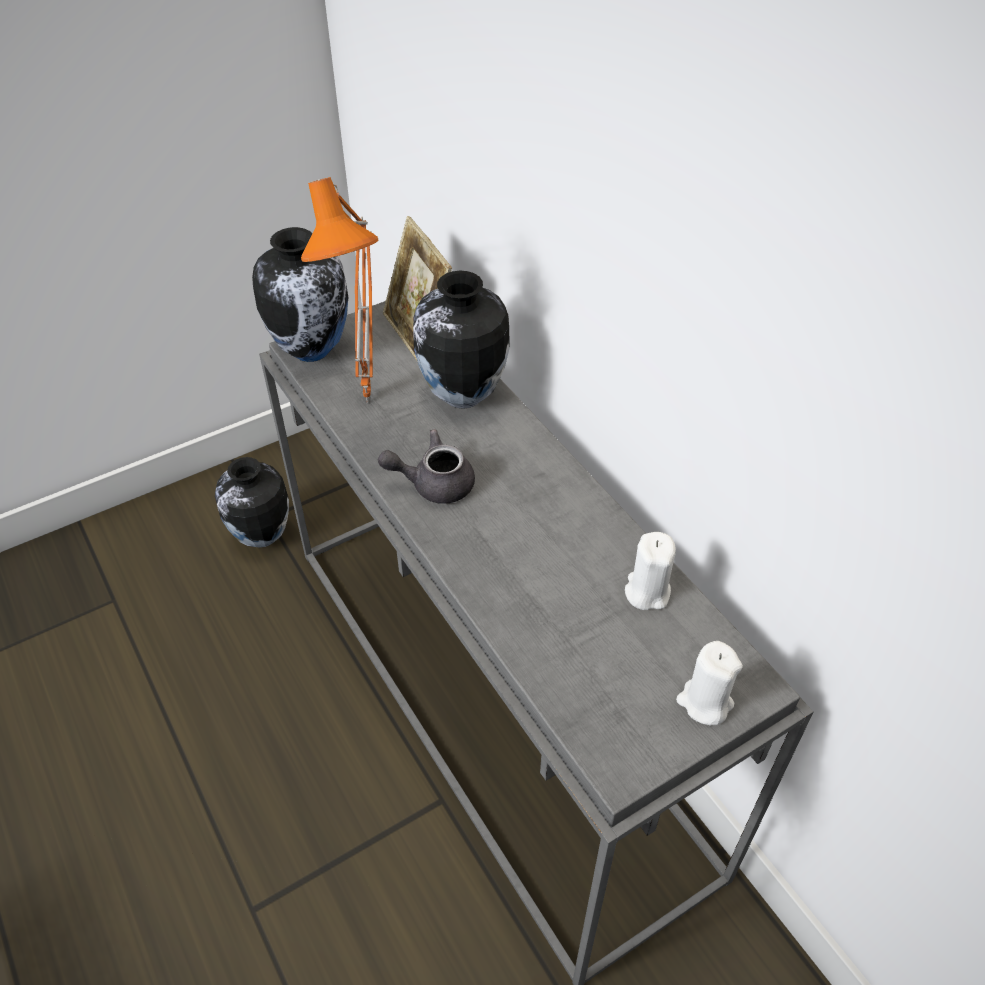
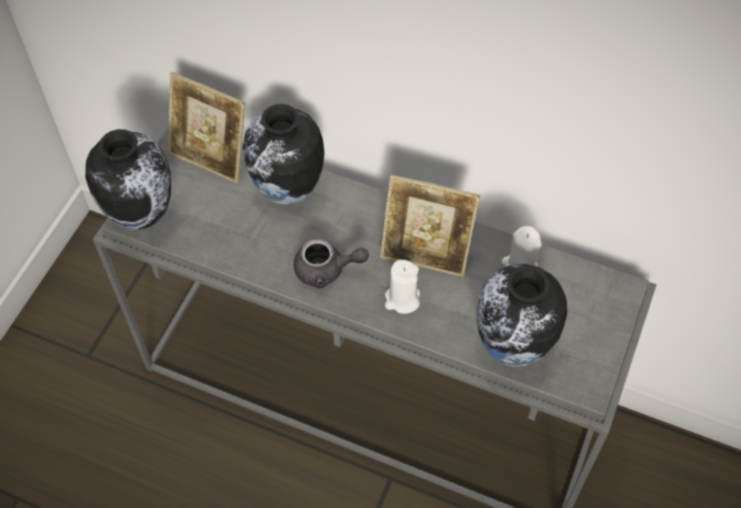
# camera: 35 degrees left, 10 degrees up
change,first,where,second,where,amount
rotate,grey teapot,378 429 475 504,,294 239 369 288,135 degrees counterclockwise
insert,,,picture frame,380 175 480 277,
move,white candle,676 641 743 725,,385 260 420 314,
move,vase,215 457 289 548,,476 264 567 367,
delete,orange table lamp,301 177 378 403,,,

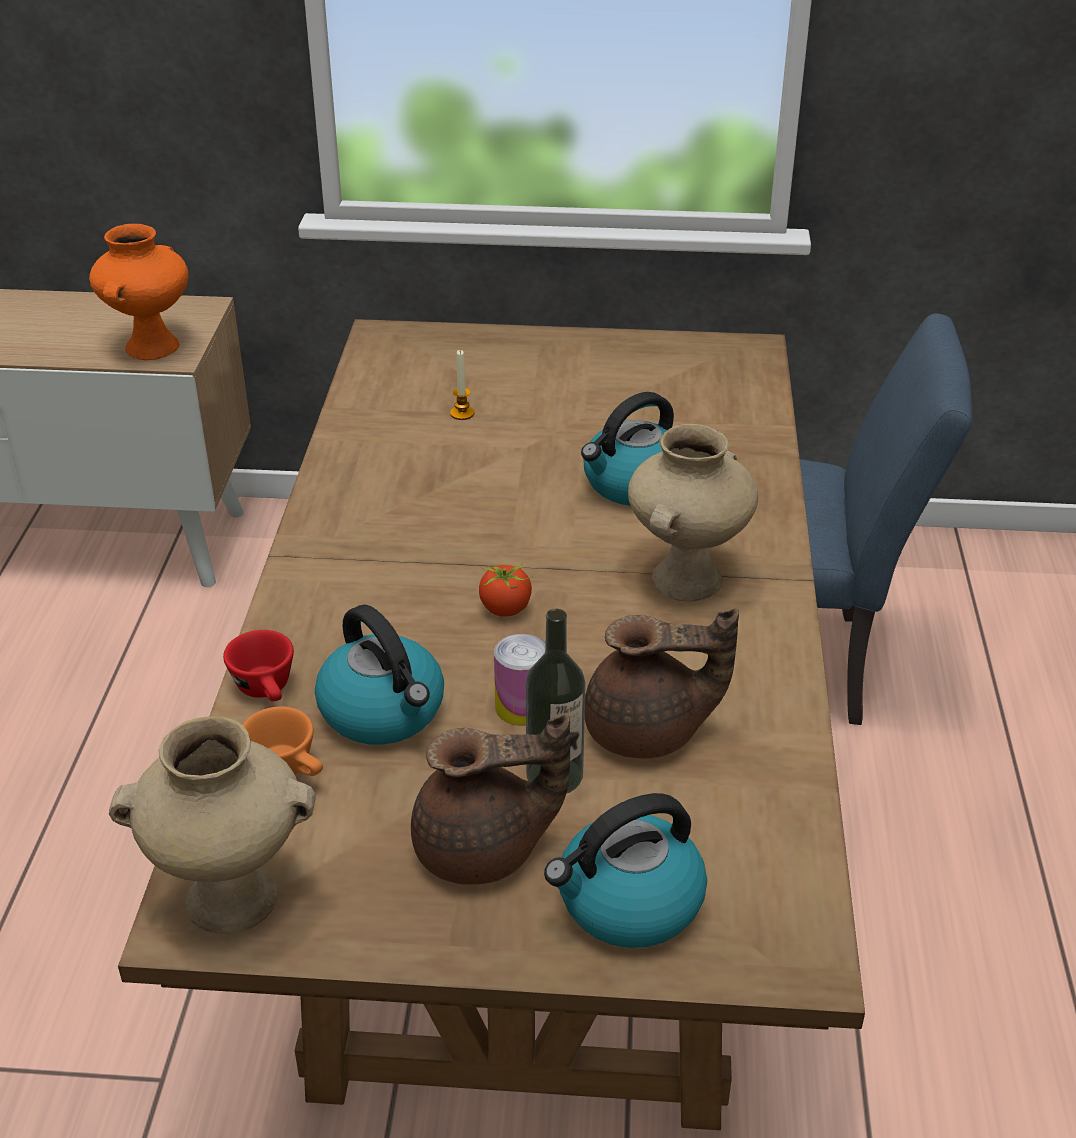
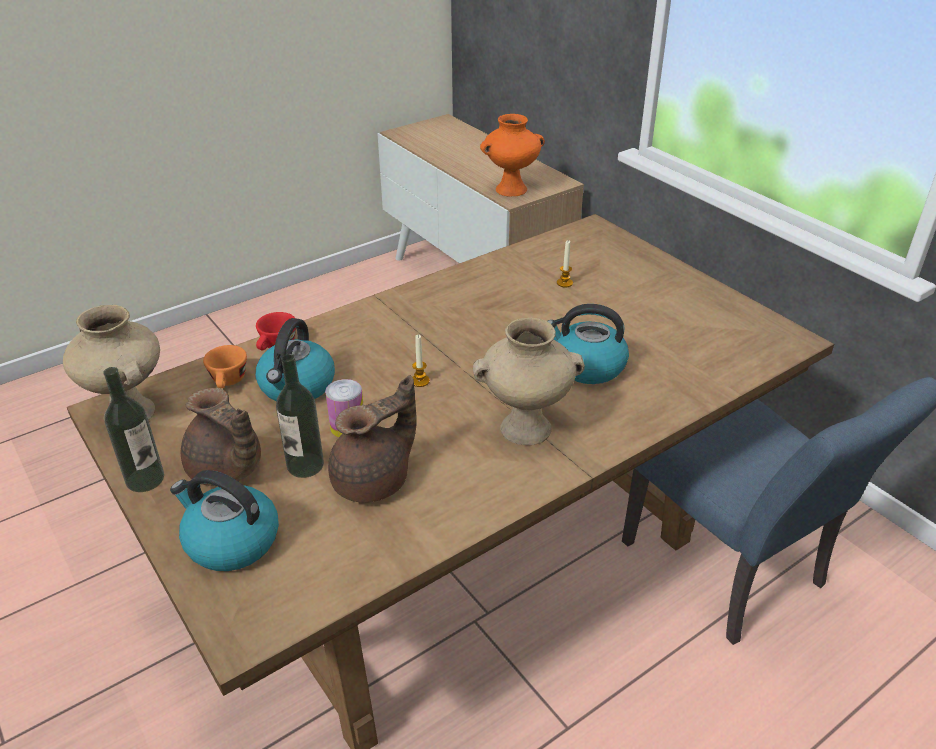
# camera: 50 degrees right, 0 degrees up
change,first,where,second,where,amount
insert,,,bottle,103 367 164 492,
rotate,brown teapot,585 608 739 759,,328 375 417 503,90 degrees counterclockwise
replace,tomato,479 562 533 617,candle,412 335 430 387,

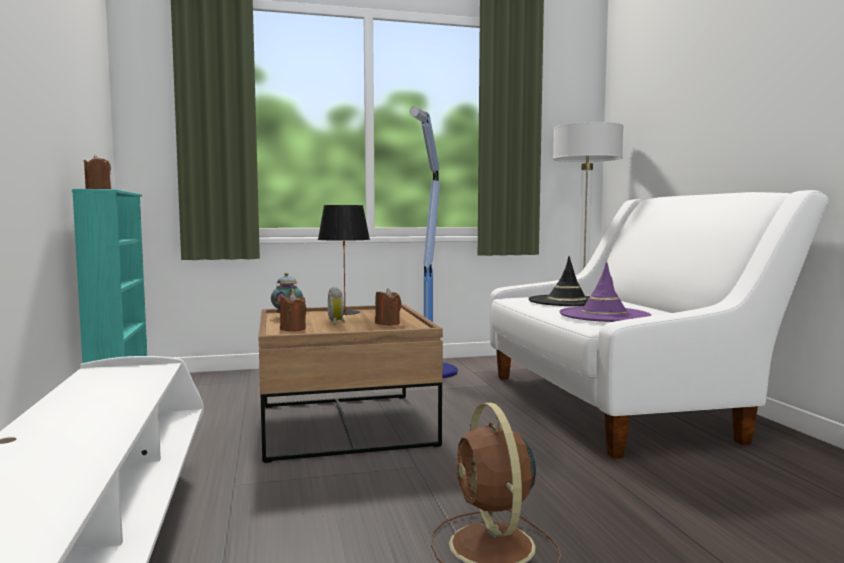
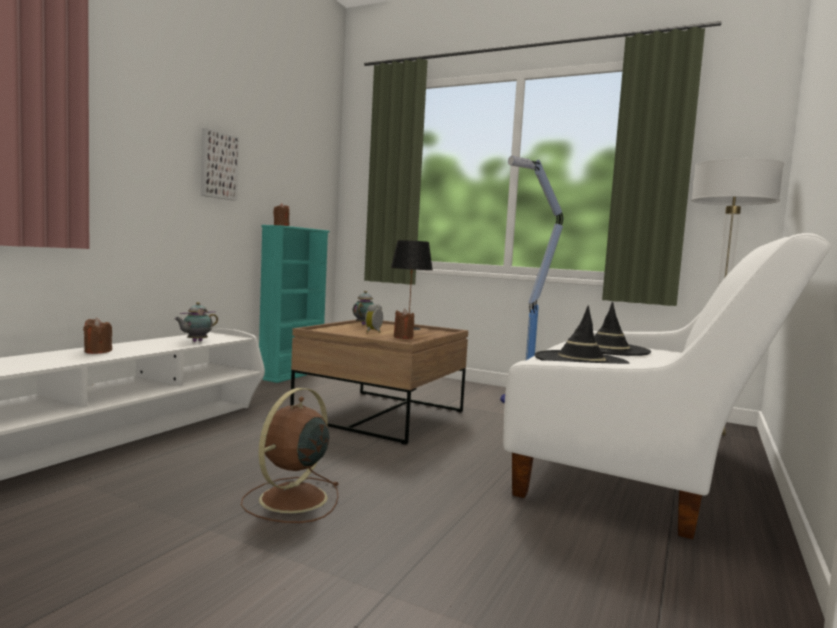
# camera: 40 degrees right, 0 degrees up
change,first,where,second,where,amount
move,brown candle,280 292 307 331,,83 318 112 354,
insert,,,teapot,174 302 218 342,
insert,,,picture,201 128 239 201,
recolor,purple hat,559 262 651 322,black hat,535 306 630 364,

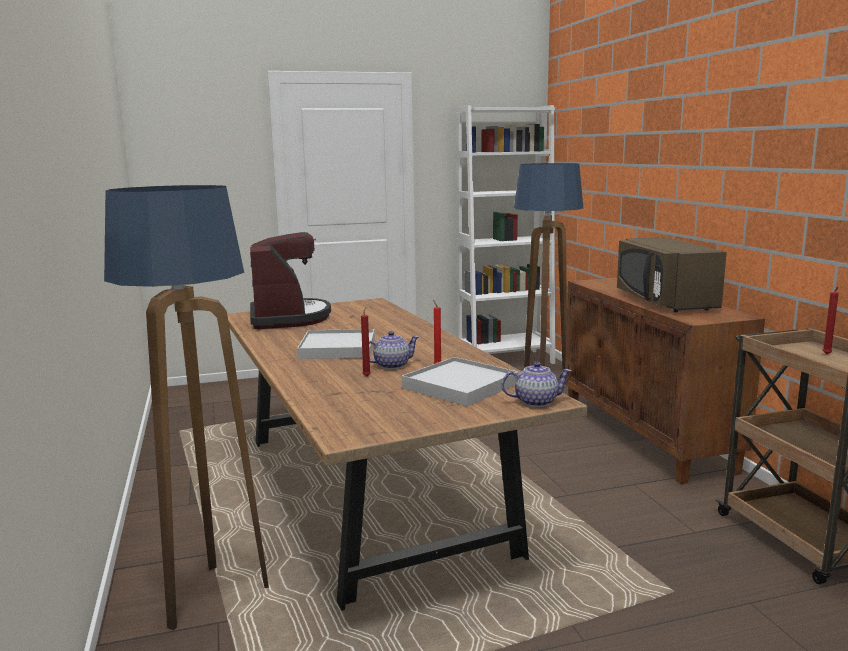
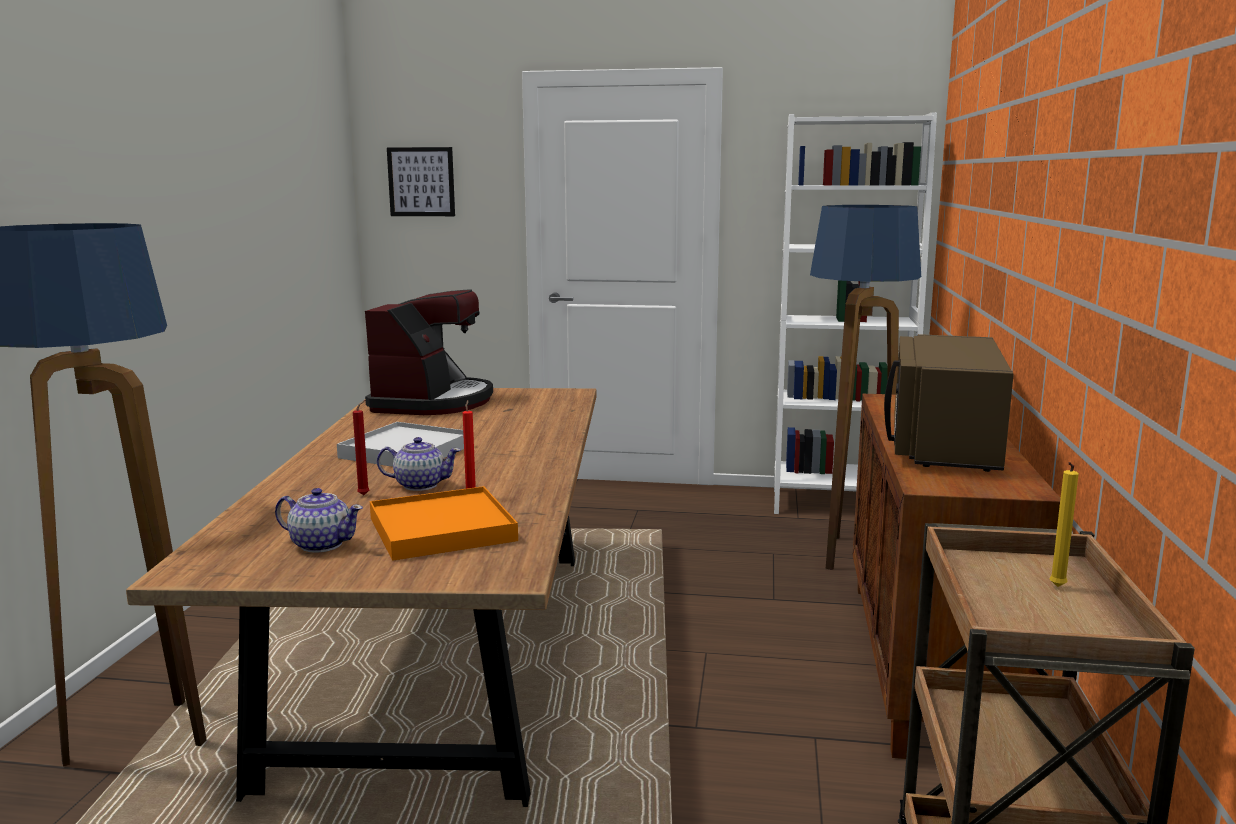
# camera: 25 degrees right, 0 degrees up
change,first,where,second,where,amount
move,teapot,502 362 572 407,,275 488 363 553,
recolor,white tray,402 357 519 406,orange tray,370 486 518 561,
insert,,,picture,387 147 455 216,
recolor,red candle,822 287 839 354,yellow candle,1050 462 1079 587,

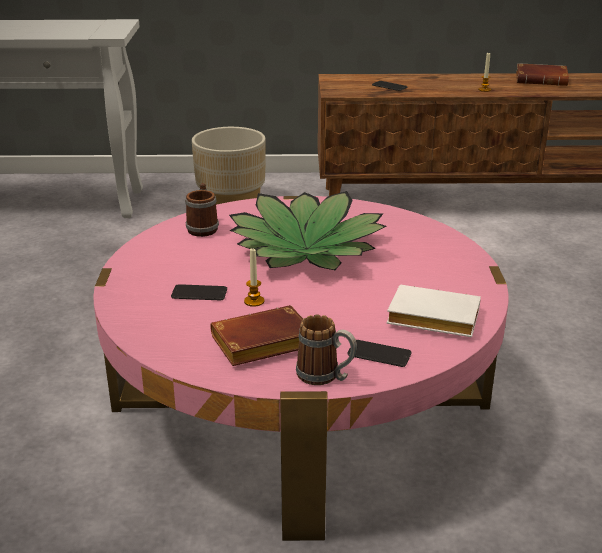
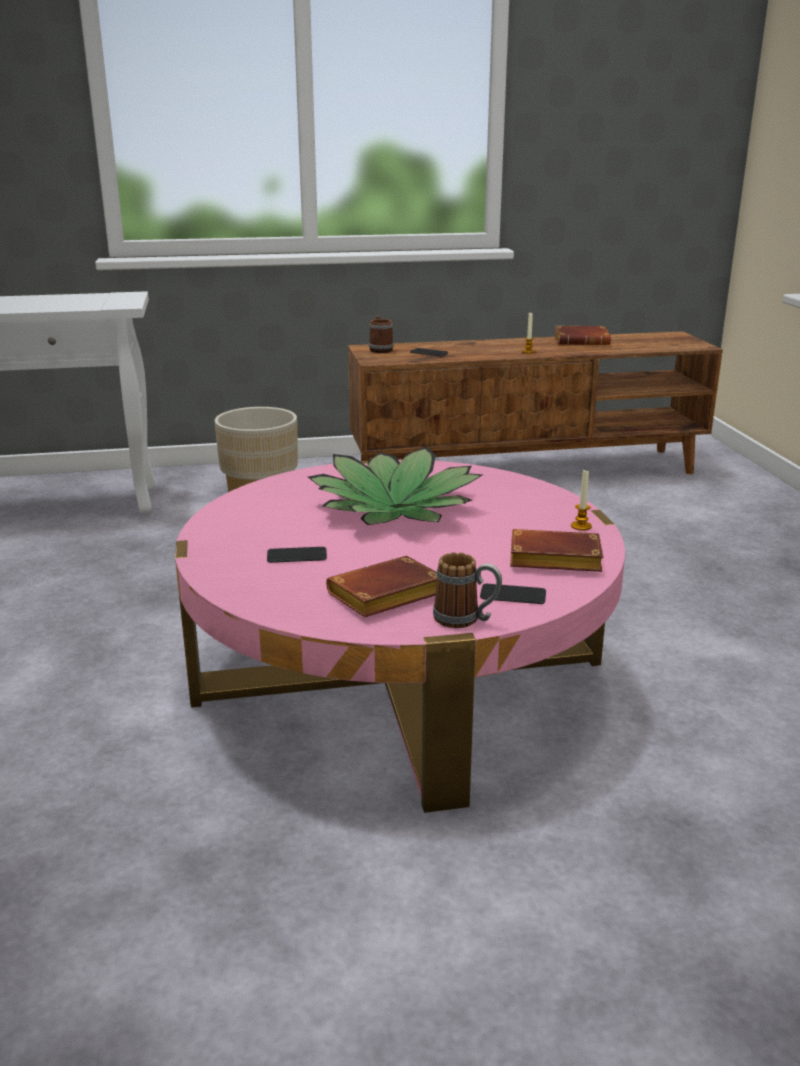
# camera: 10 degrees left, 5 degrees down
change,first,where,second,where,amount
move,mug,185 183 219 237,,369 316 394 353,
recolor,white book,386 285 481 337,brown book,510 529 603 572,
move,candle,244 248 264 307,,571 470 592 531,

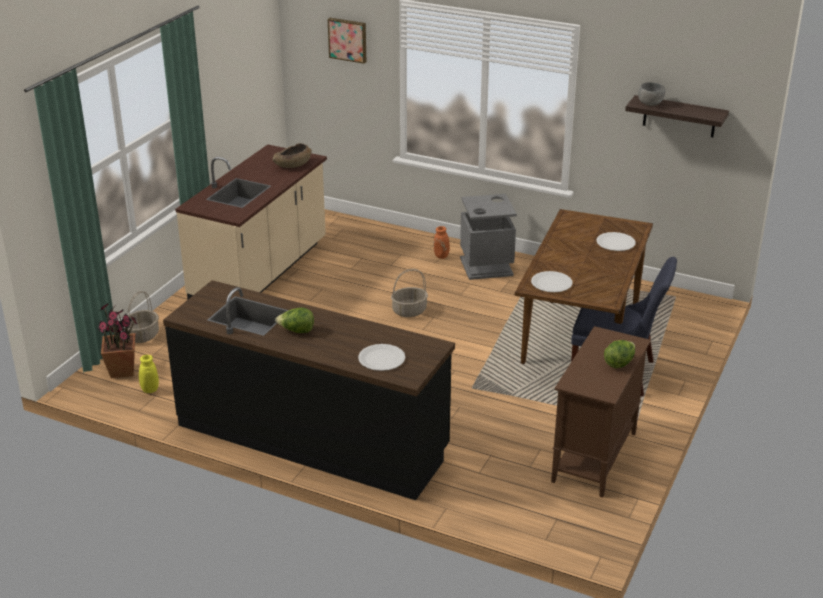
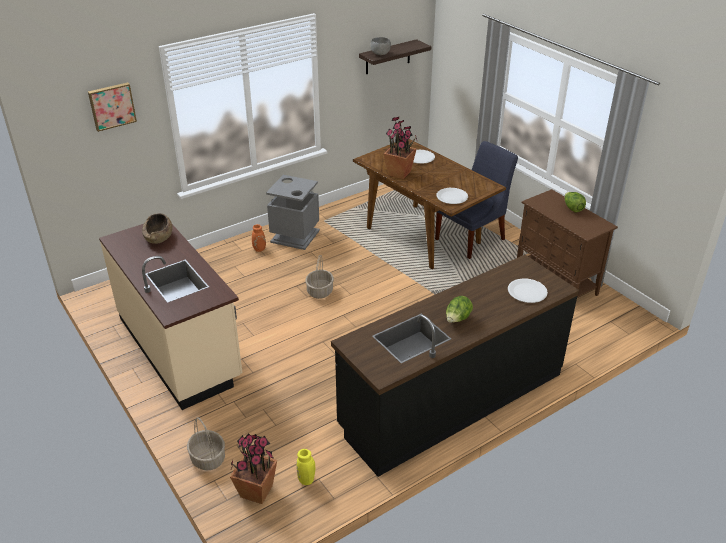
# camera: 60 degrees left, 5 degrees up
change,first,where,second,where,amount
insert,,,potted plant,383 117 418 179,

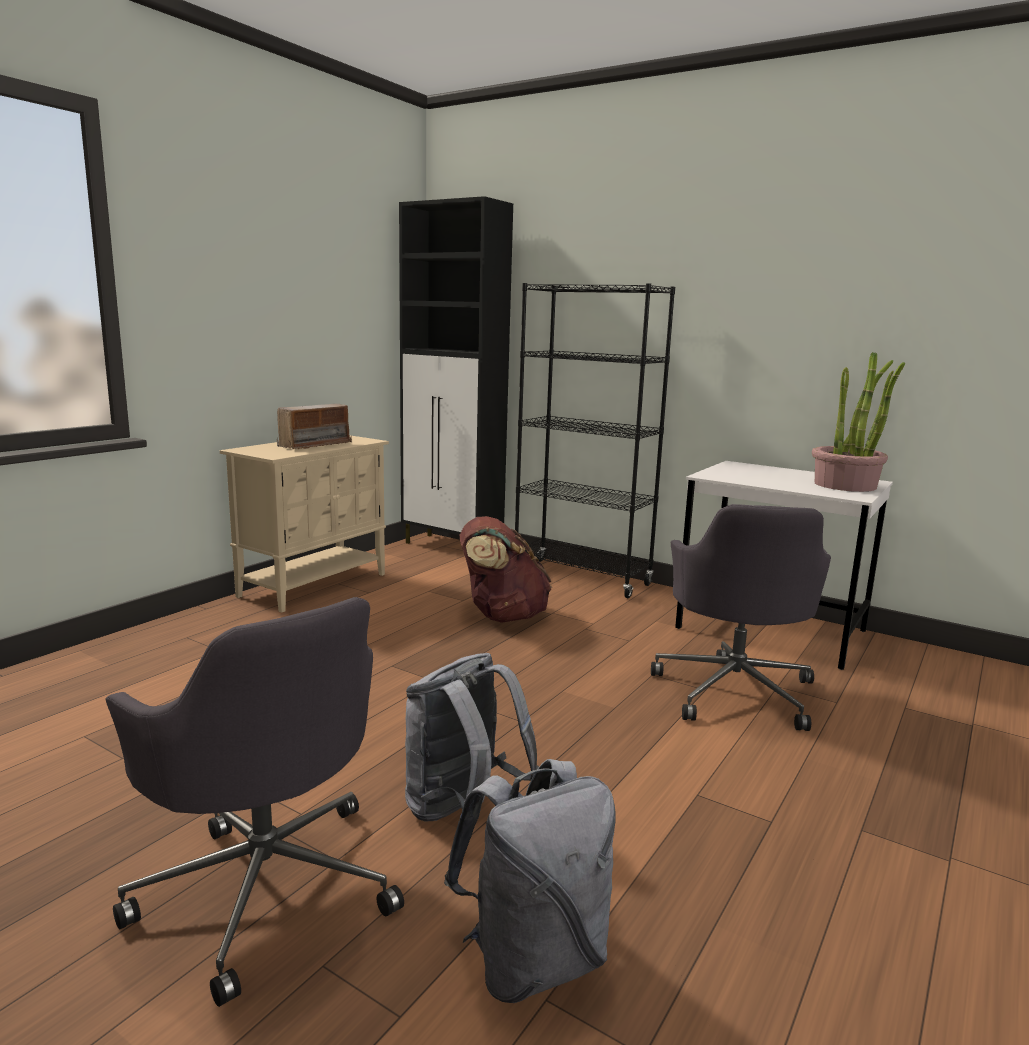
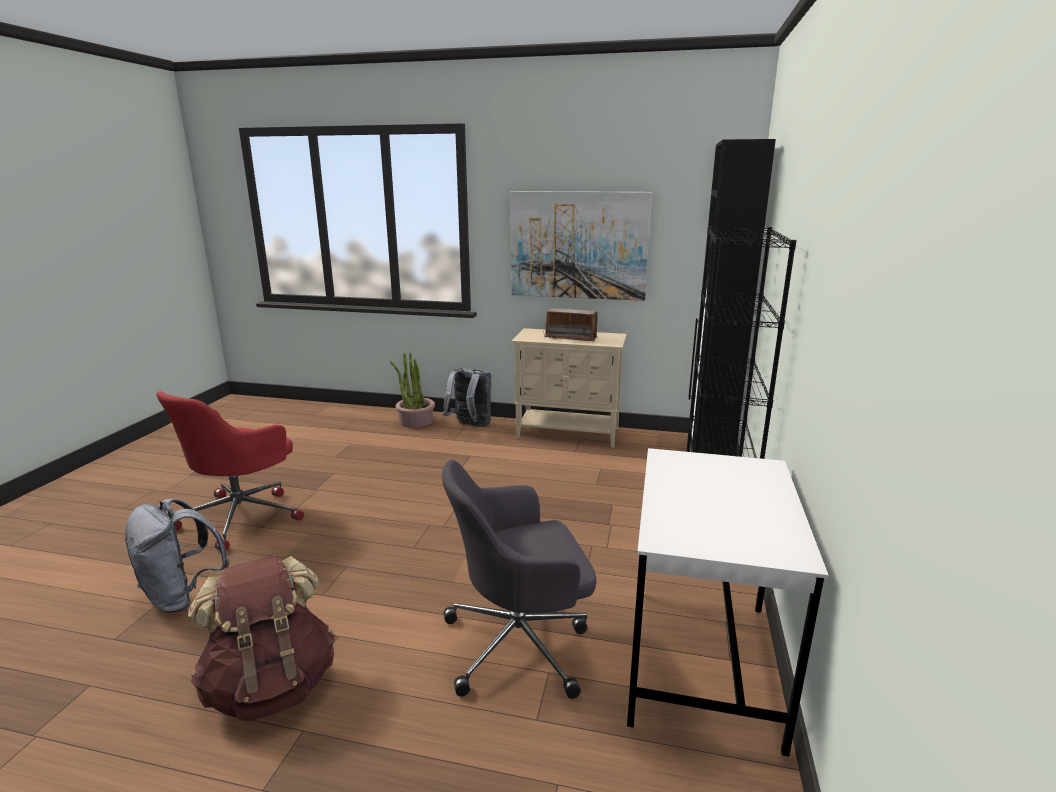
# camera: 70 degrees right, 5 degrees up
change,first,where,second,where,amount
recolor,grey office chair,105 597 404 1007,red office chair,156 391 304 551,
move,brown backpack,460 516 552 623,,188 556 335 722,
move,potted plant,812 352 905 492,,390 353 435 428,
move,grey backpack,405 653 539 822,,443 368 491 427,
insert,,,picture,511 191 652 301,

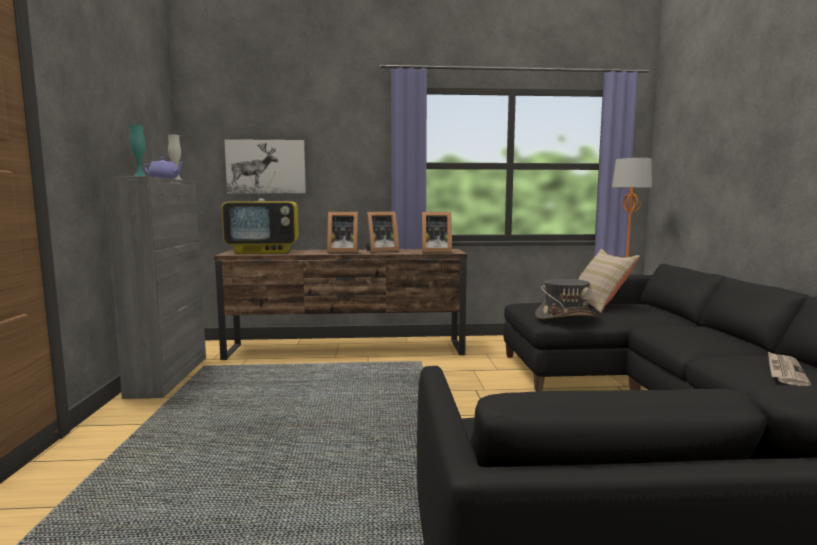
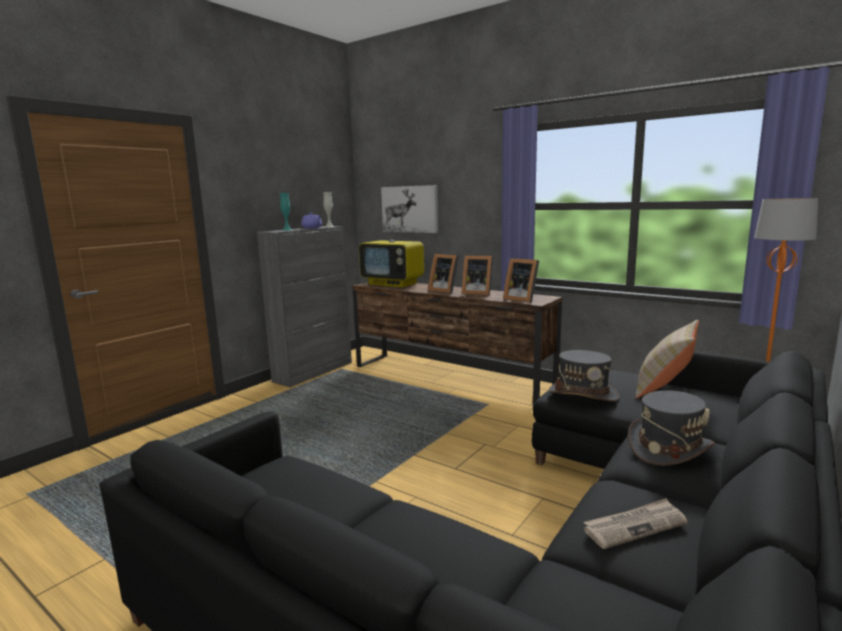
# camera: 40 degrees right, 5 degrees up
change,first,where,second,where,amount
insert,,,grey hat,628 390 715 466,

